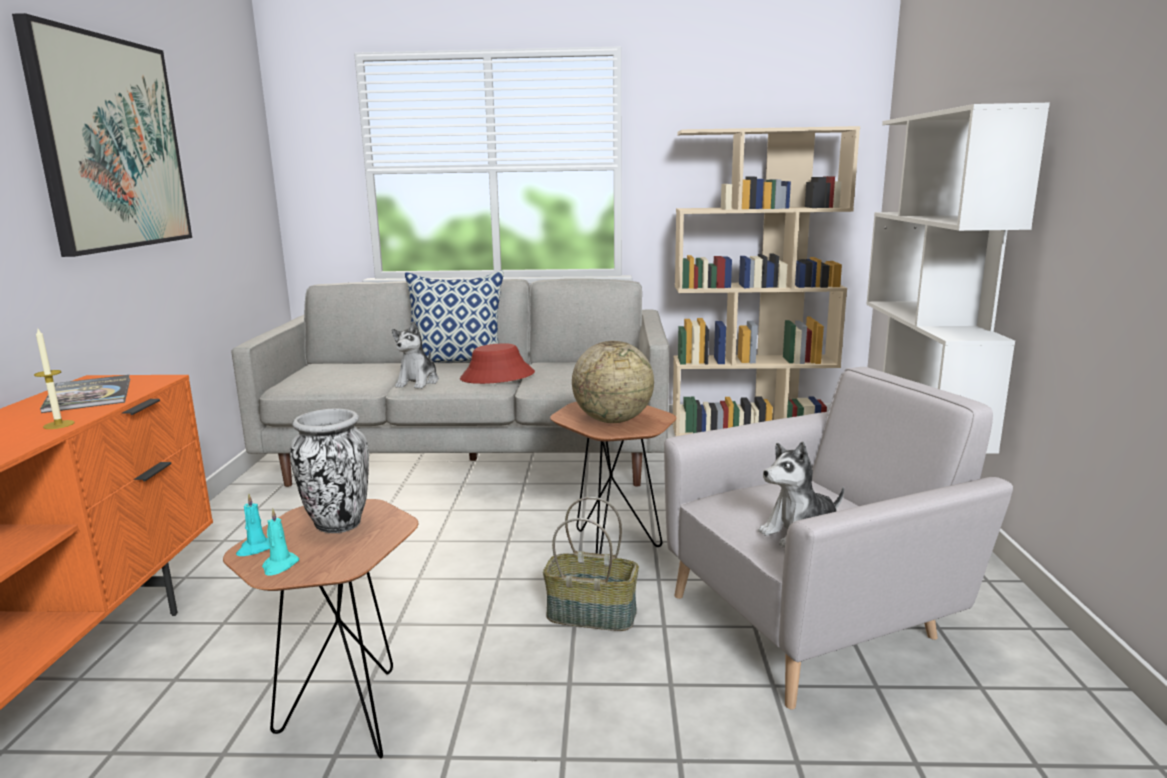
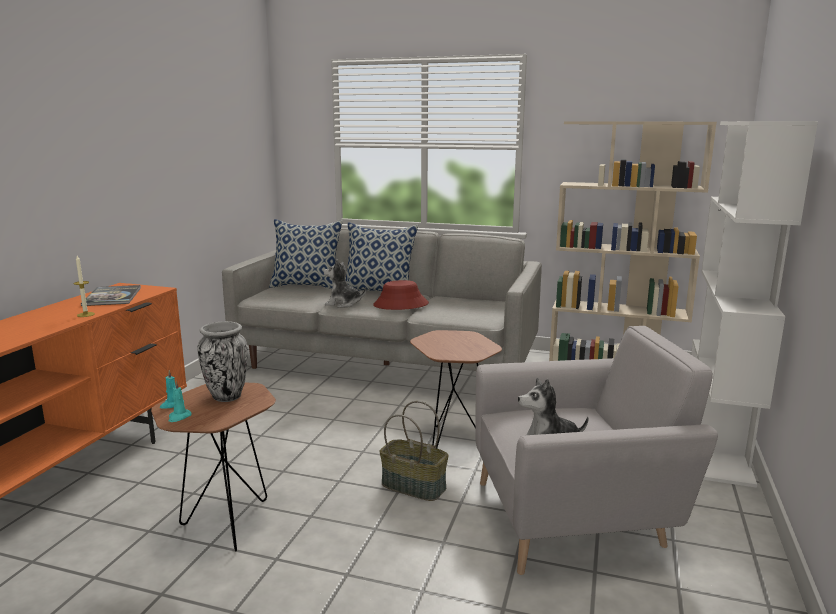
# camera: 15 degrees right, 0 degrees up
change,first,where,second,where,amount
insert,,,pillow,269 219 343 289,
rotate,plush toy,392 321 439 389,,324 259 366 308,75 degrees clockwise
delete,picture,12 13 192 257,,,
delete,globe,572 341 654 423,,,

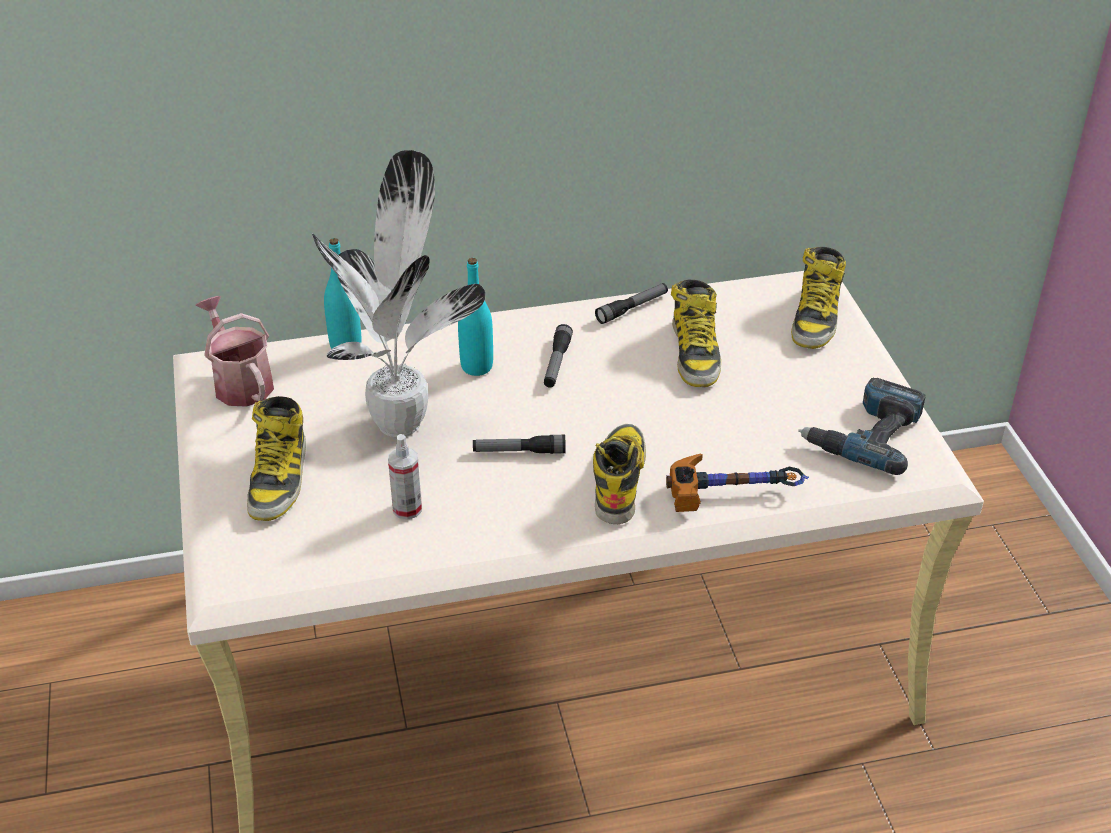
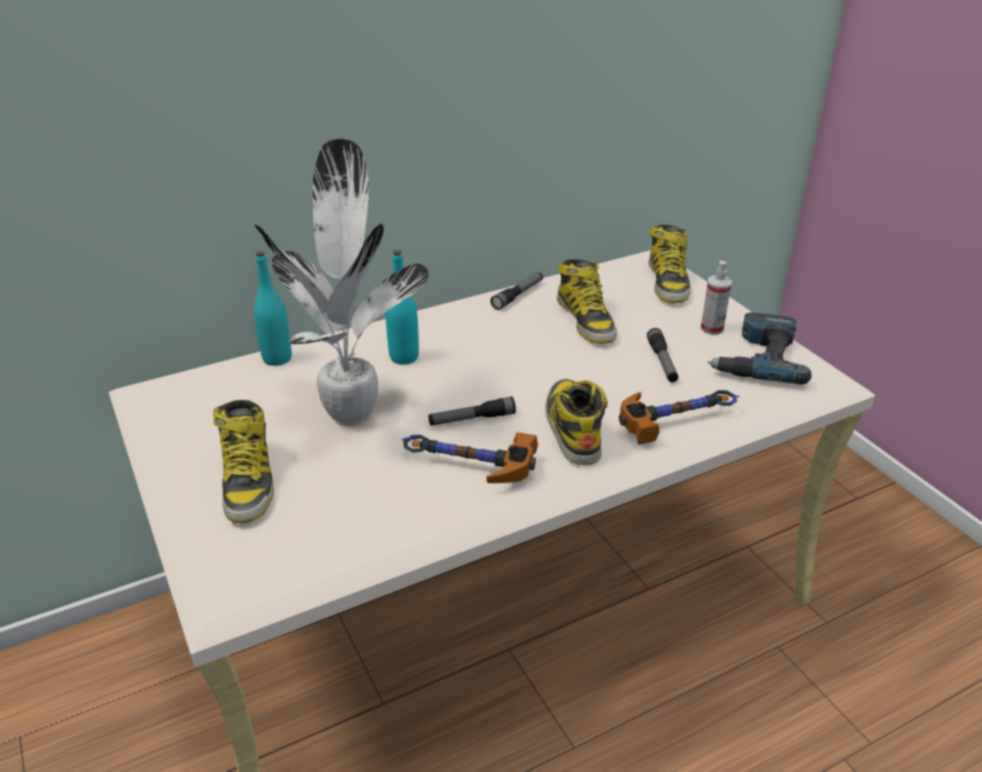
# camera: 15 degrees left, 5 degrees down
change,first,where,second,where,amount
insert,,,hammer,401 432 538 483,
move,flashlight,544 324 573 387,,647 328 678 382,
move,spray bottle,388 434 422 520,,701 261 732 335,
delete,watering can,196 296 274 407,,,

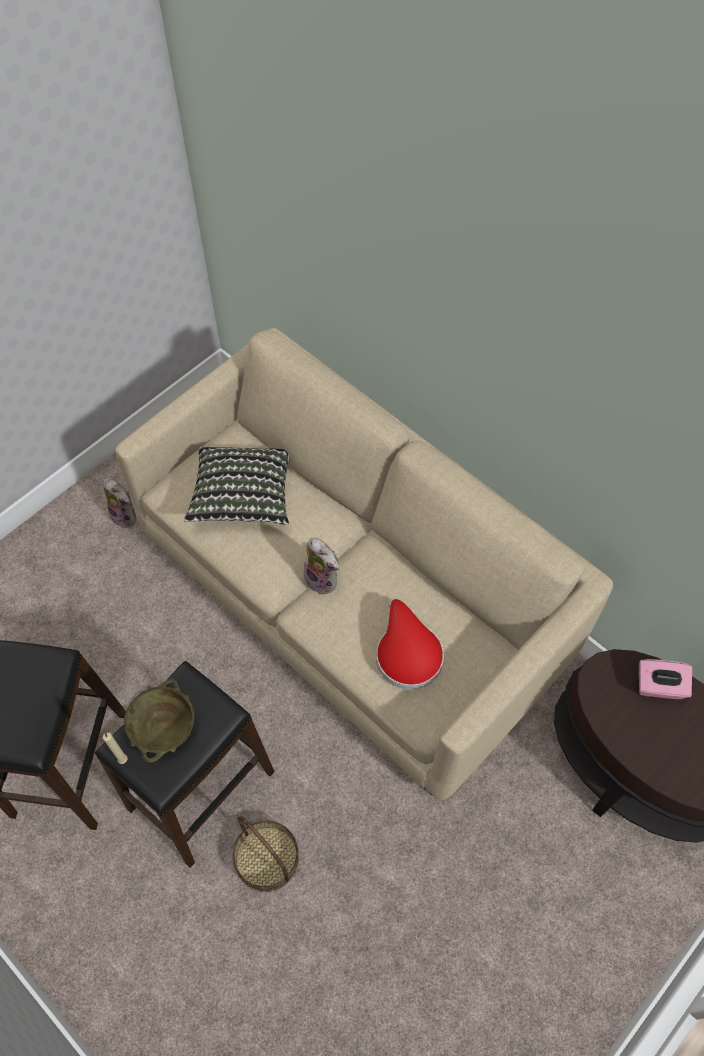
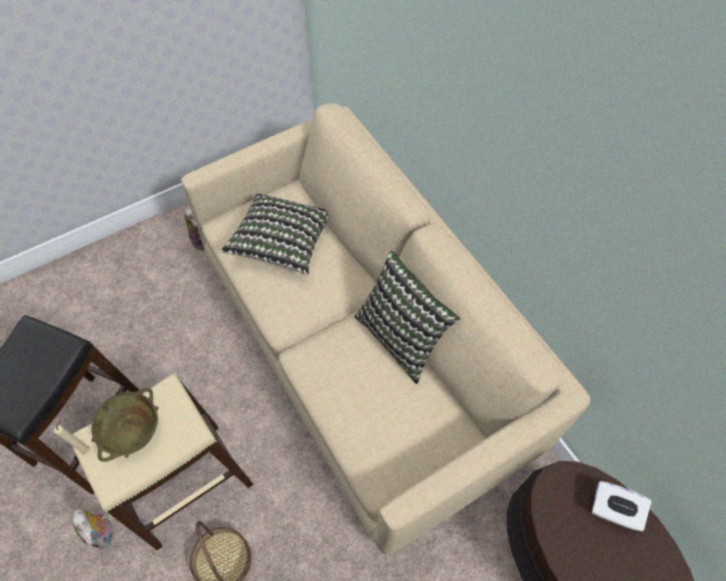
# camera: 15 degrees right, 0 degrees up
change,first,where,second,where,amount
recolor,black stool,95 661 275 868,beige stool,72 374 253 550,
move,plush toy,303 538 339 595,,72 509 114 549,
insert,,,pillow,355 251 460 384,
recolor,pink tissue box,639 659 692 699,white tissue box,592 481 652 532,
delete,red hat,376 599 444 690,,,

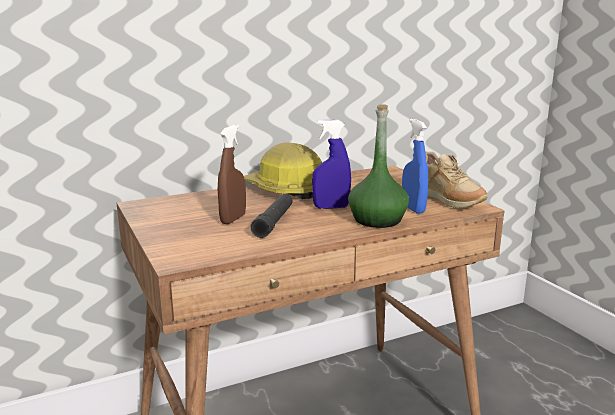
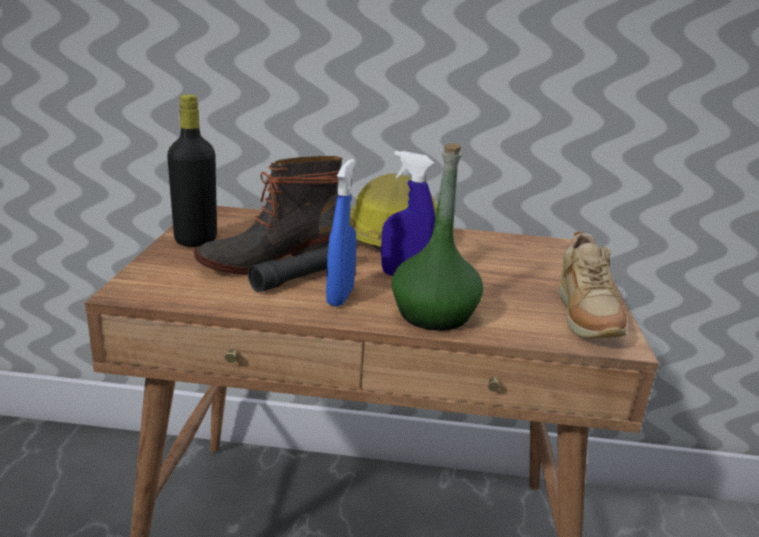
# camera: 30 degrees right, 5 degrees up
change,first,where,second,where,amount
insert,,,black bottle,167 94 217 247,
replace,brown spray bottle,218 125 246 224,boot,194 156 343 275,
move,blue spray bottle,402 119 428 214,,326 159 357 307,

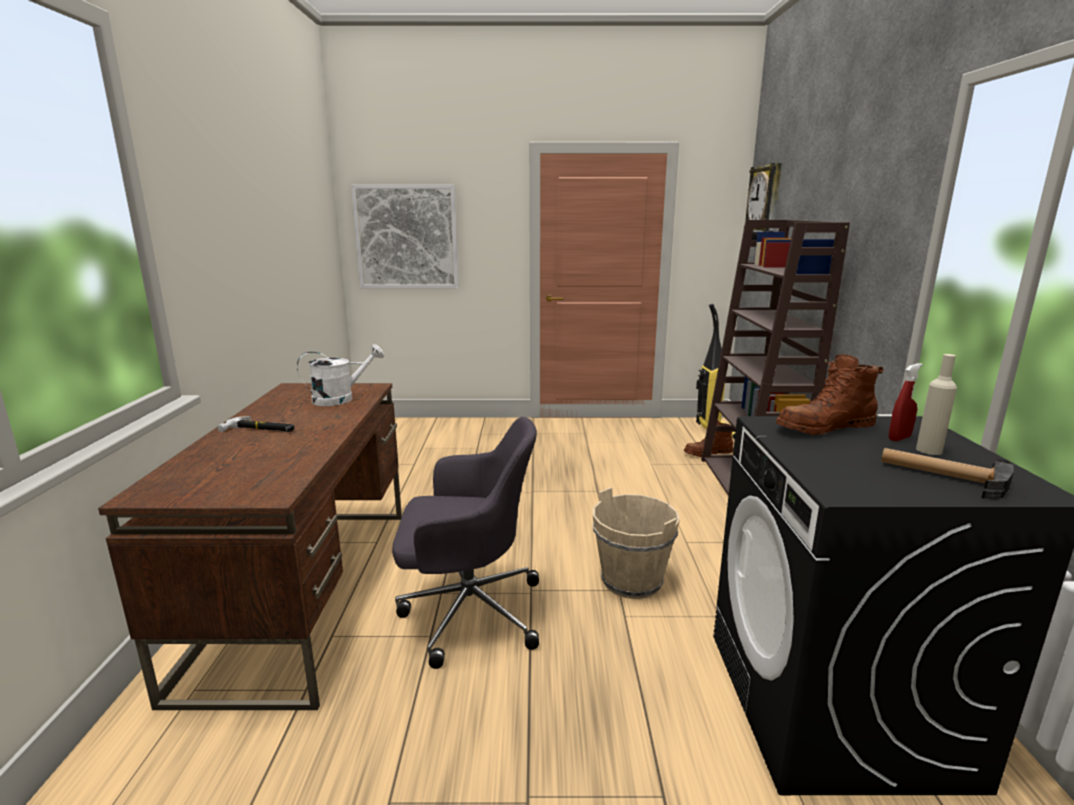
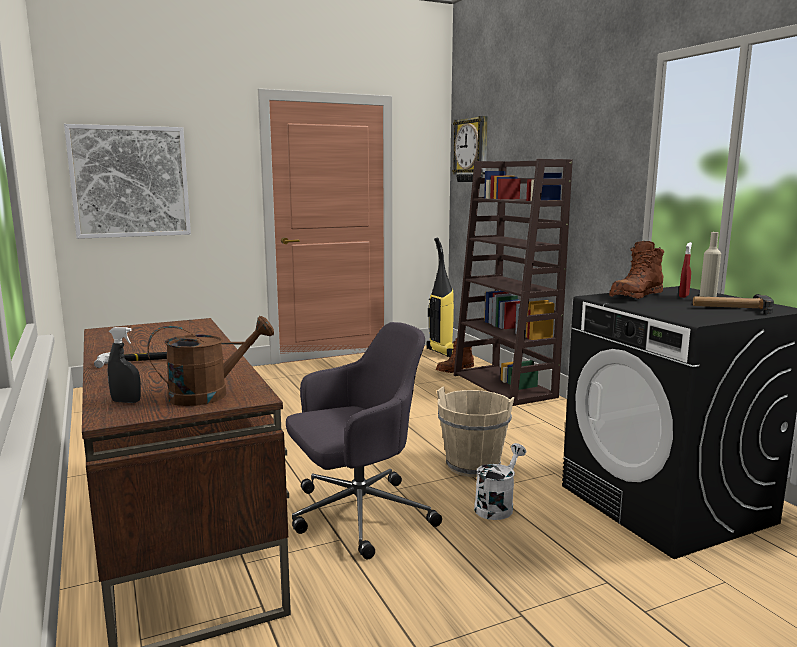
# camera: 25 degrees left, 5 degrees down
change,first,where,second,where,amount
insert,,,grey spray bottle,108 327 141 403,
insert,,,brown watering can,147 316 274 406,
move,white watering can,297 344 384 406,,474 443 526 520,

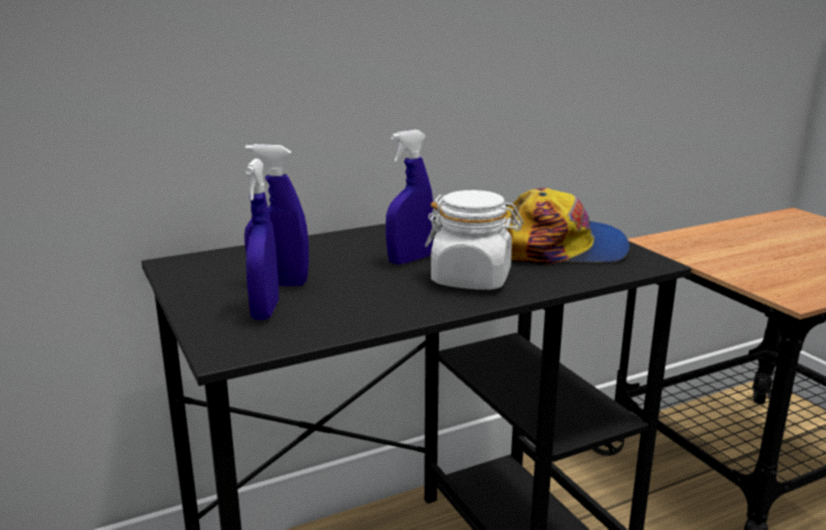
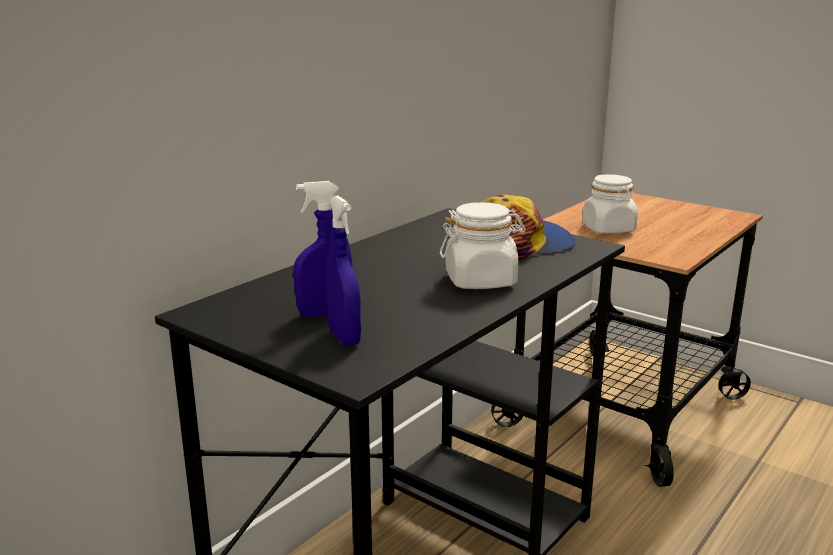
# camera: 25 degrees left, 0 degrees up
change,first,where,second,where,amount
insert,,,white jar,582 174 638 234,
delete,blue spray bottle,386 130 434 265,,,

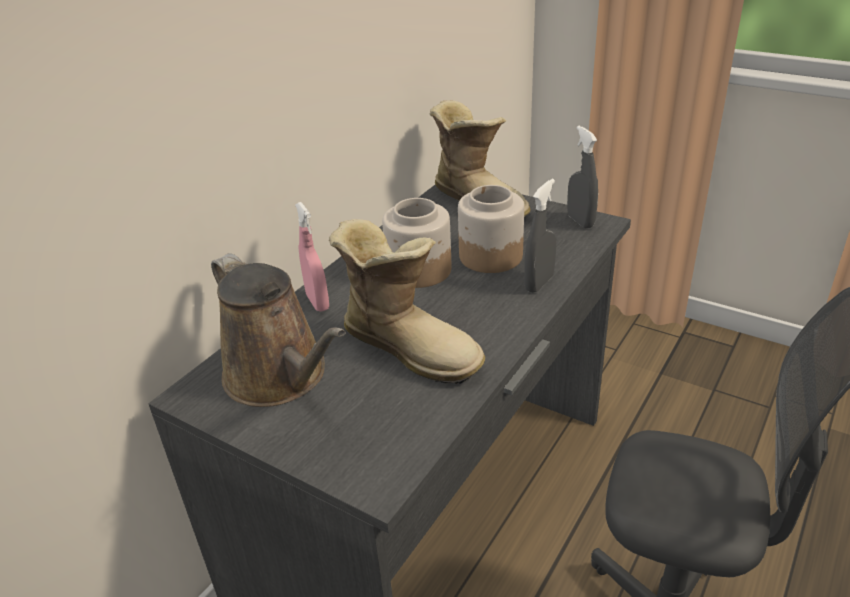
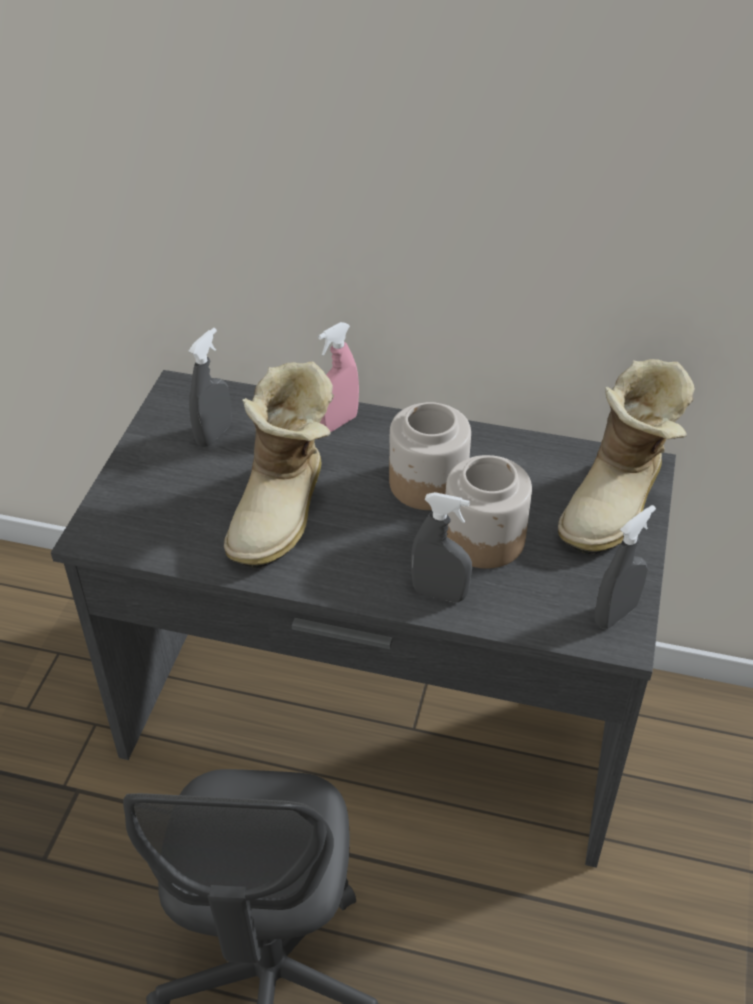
# camera: 70 degrees right, 10 degrees up
change,first,where,second,where,amount
replace,brown watering can,211 253 346 407,grey spray bottle,188 328 232 447,

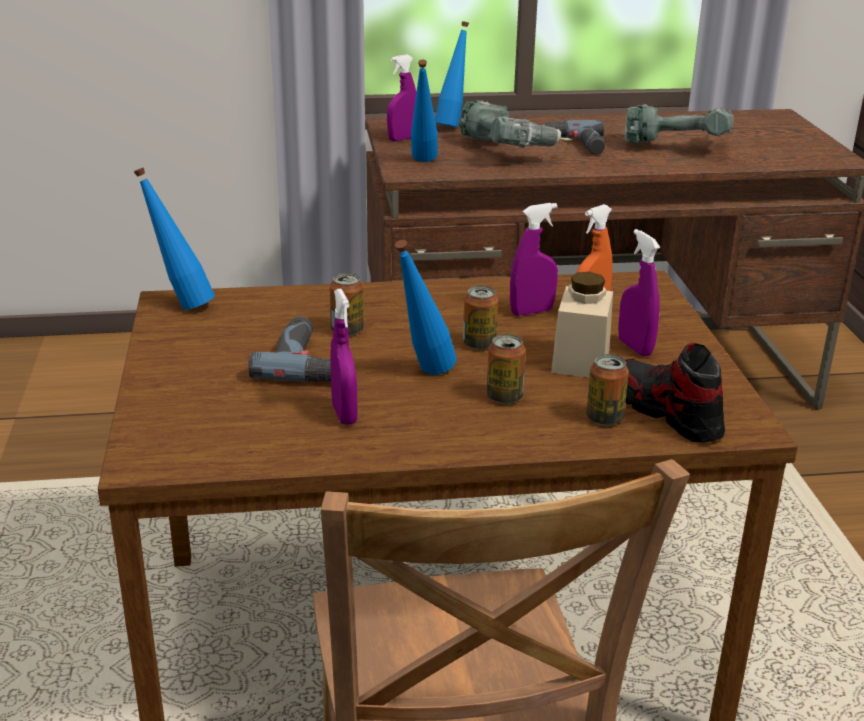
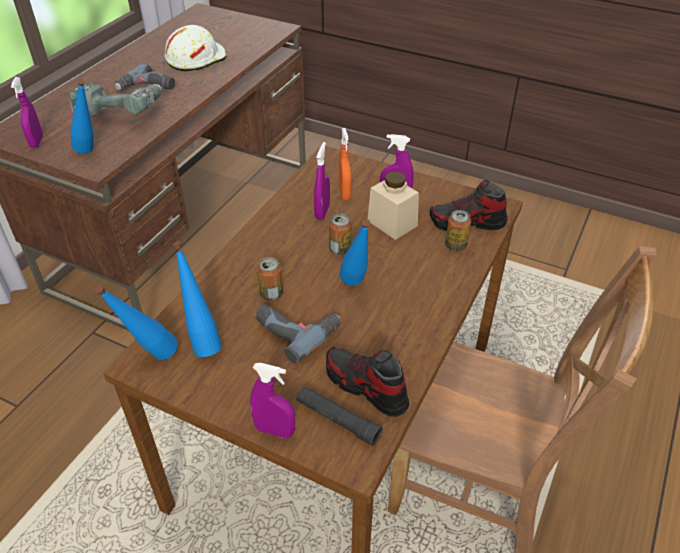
# camera: 55 degrees left, 15 degrees up
change,first,where,second,where,amount
replace,power drill,624 104 733 144,white hard hat,165 25 227 72,
move,blue bottle,435 21 469 127,,172 242 222 357,
move,purple spray bottle,330 288 358 425,,250 363 295 438,
insert,,,black flashlight,296 386 383 446,
insert,,,shoe,326 347 409 417,
delete,can,487 334 526 404,,,

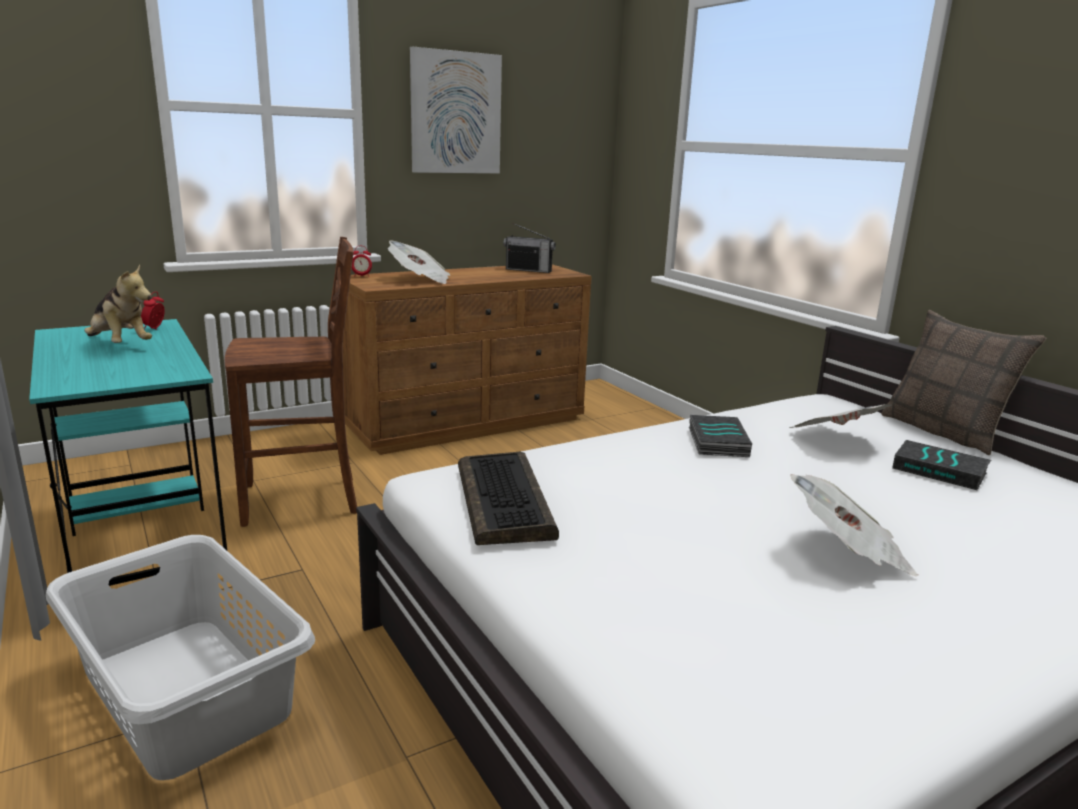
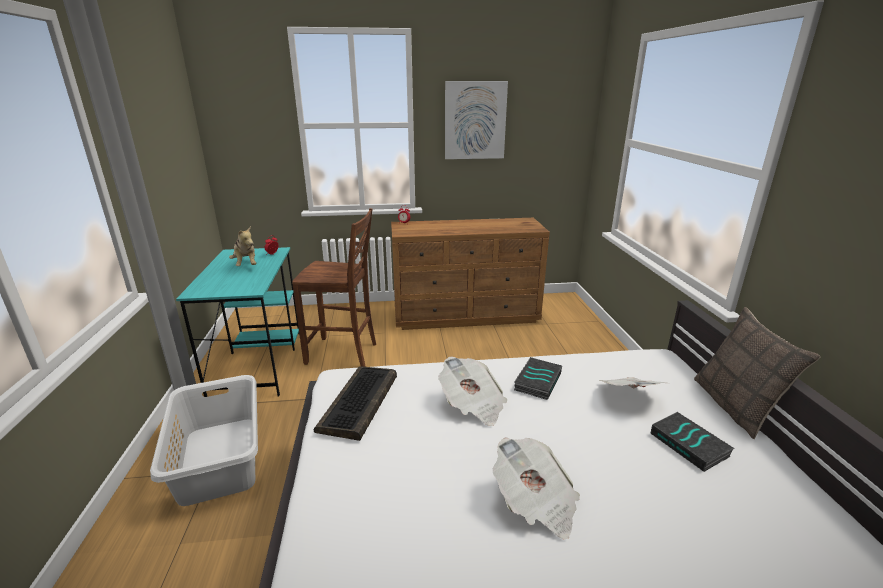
# camera: 25 degrees right, 5 degrees up
change,first,where,second,where,amount
move,newspaper,388 240 450 284,,438 356 507 426,
delete,radio,503 223 556 273,,,

